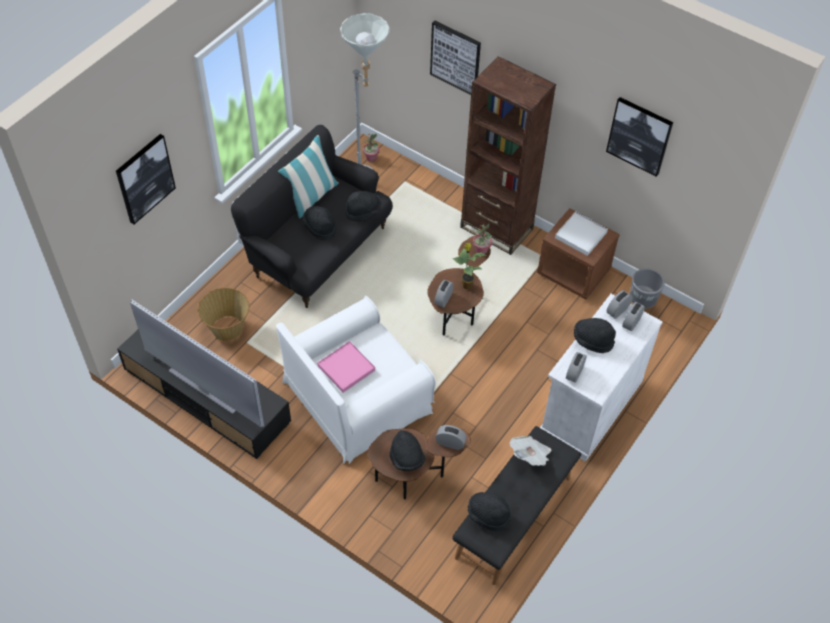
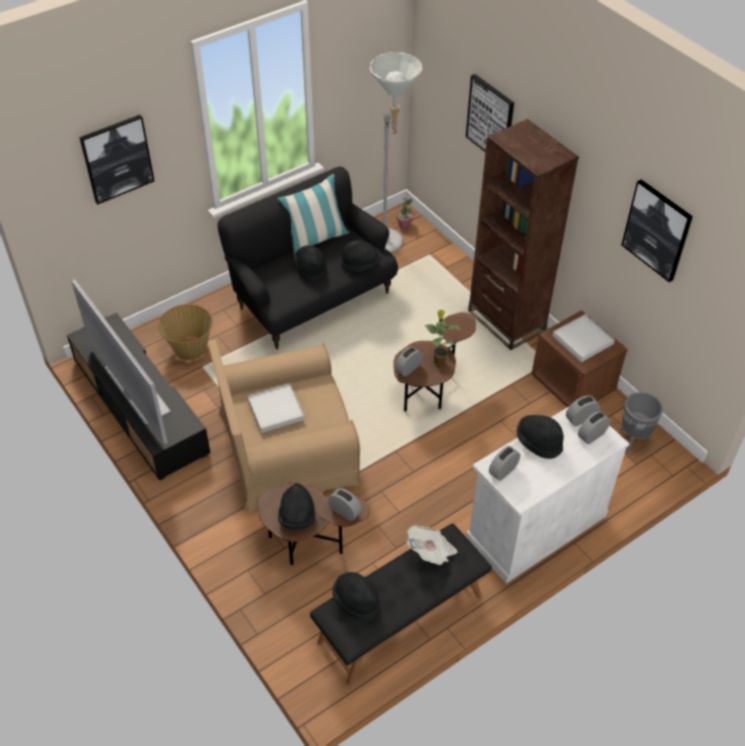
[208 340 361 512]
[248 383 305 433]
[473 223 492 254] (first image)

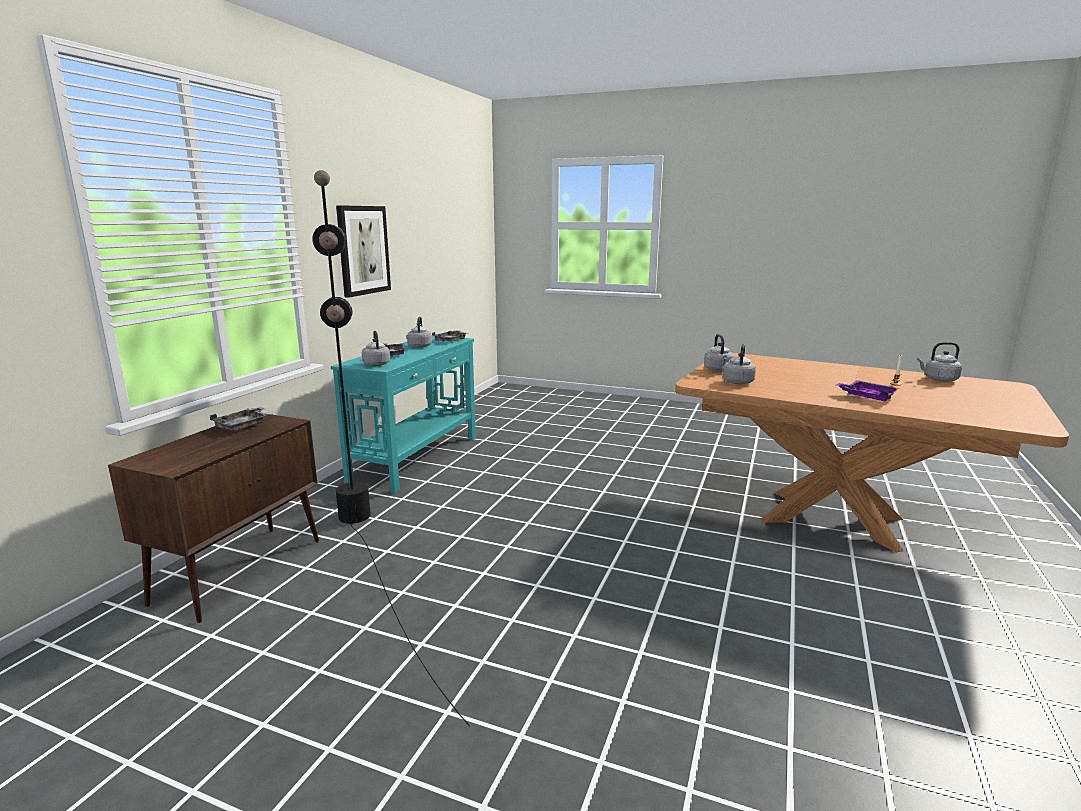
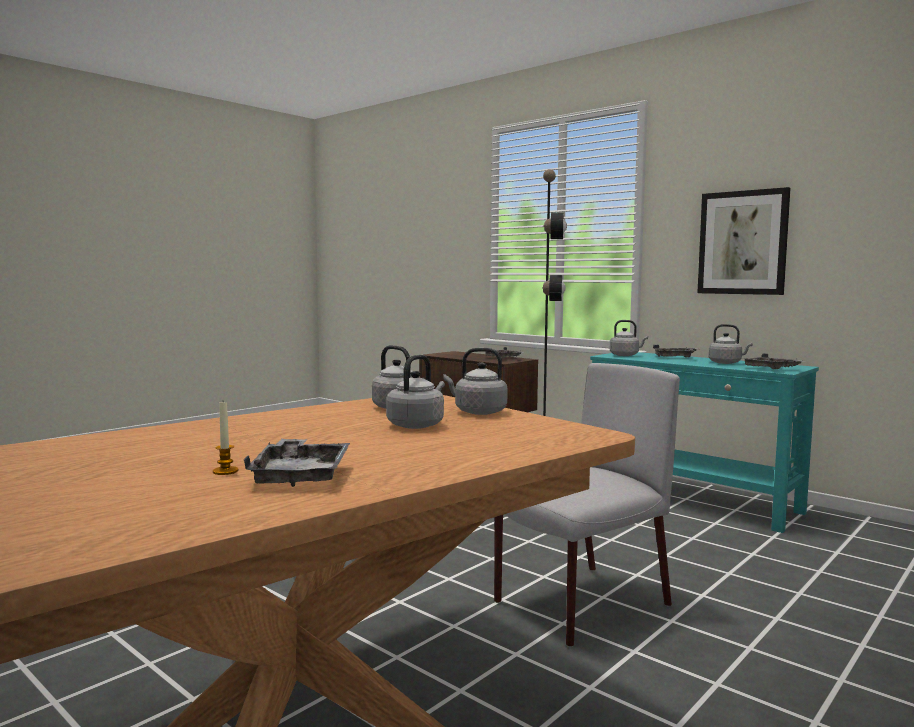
[836 380 899 401] (first image)
[386 355 445 429]
[244 439 350 487]
[494 363 680 647]

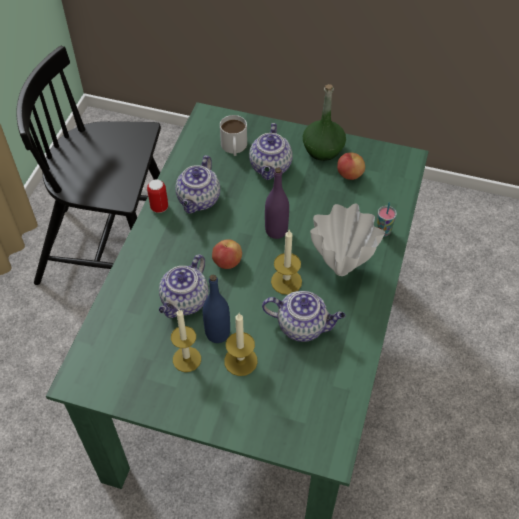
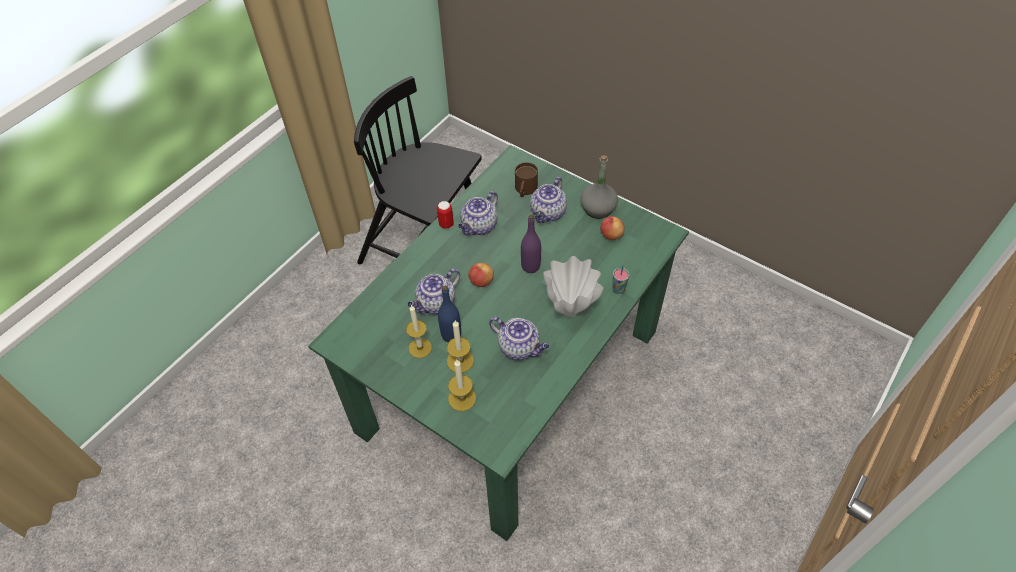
[515 162 538 197]
[448 360 476 411]
[580 155 618 219]

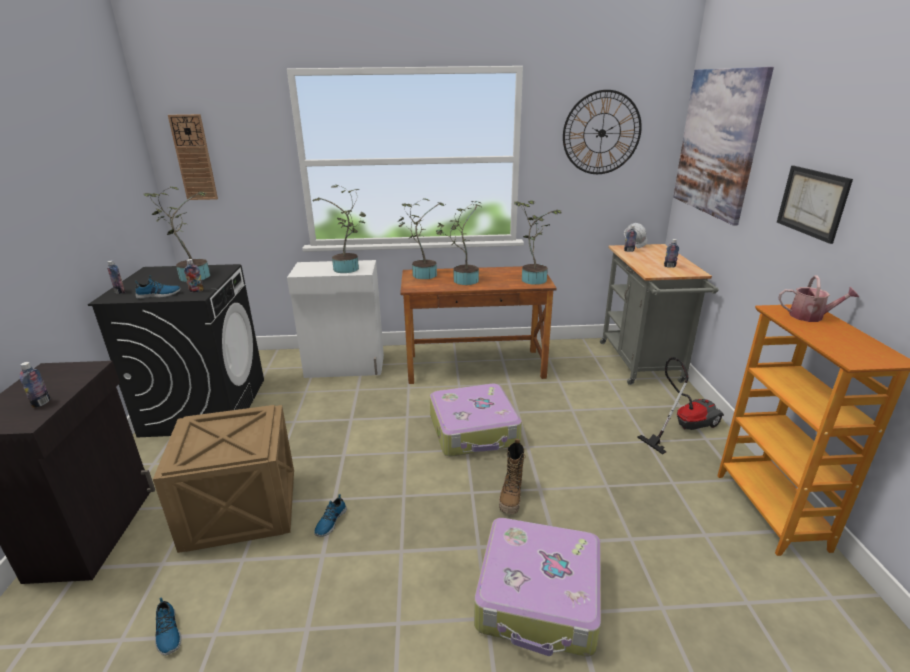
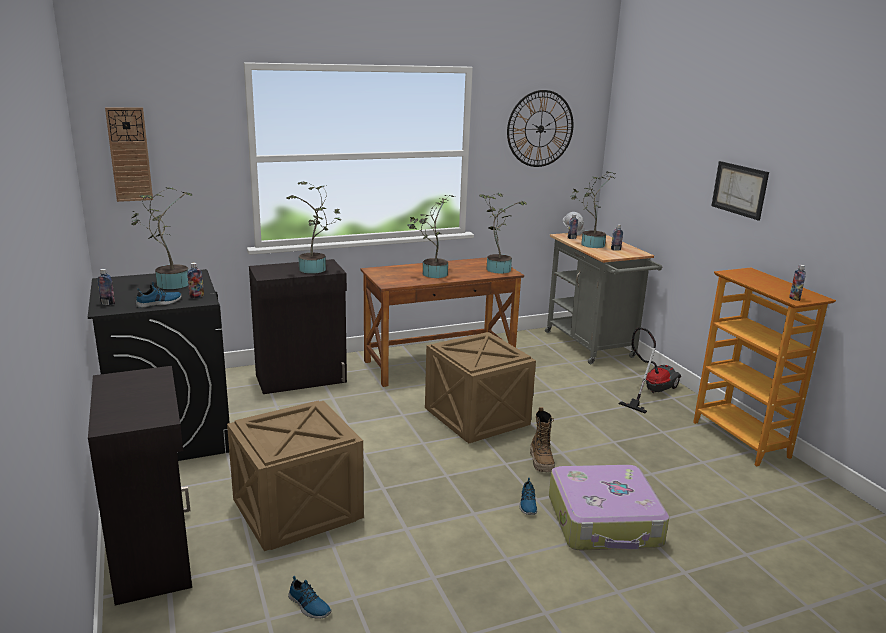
[789 264 806 301]
[249 259 347 394]
[519 478 537 515]
[571 171 615 248]
[425 332 536 443]
[673 67 774 225] (first image)
[778 275 859 322] (first image)

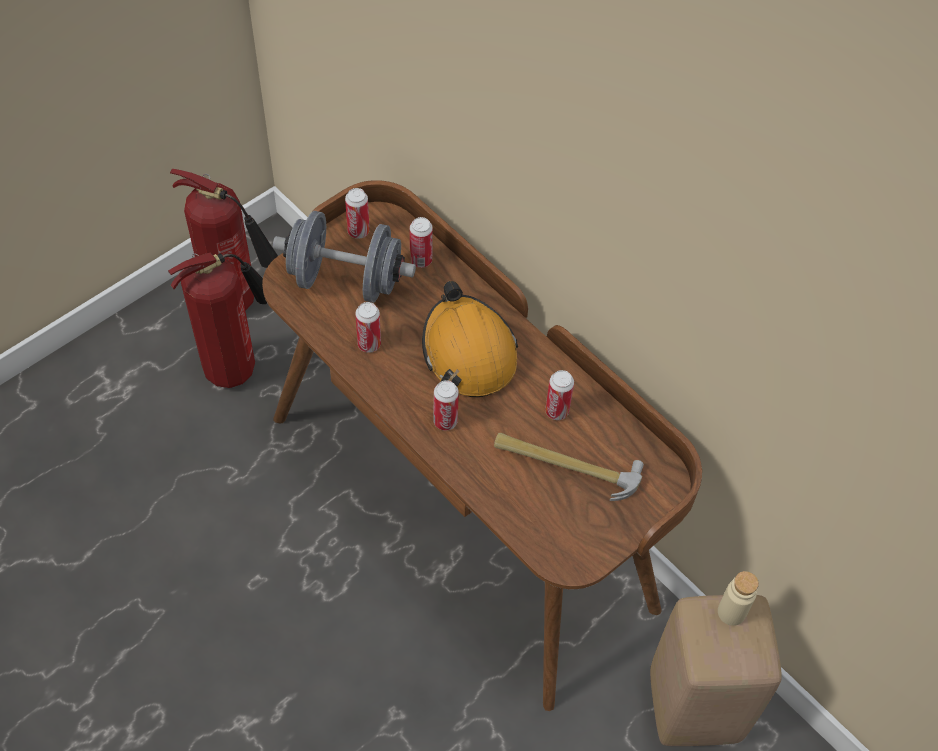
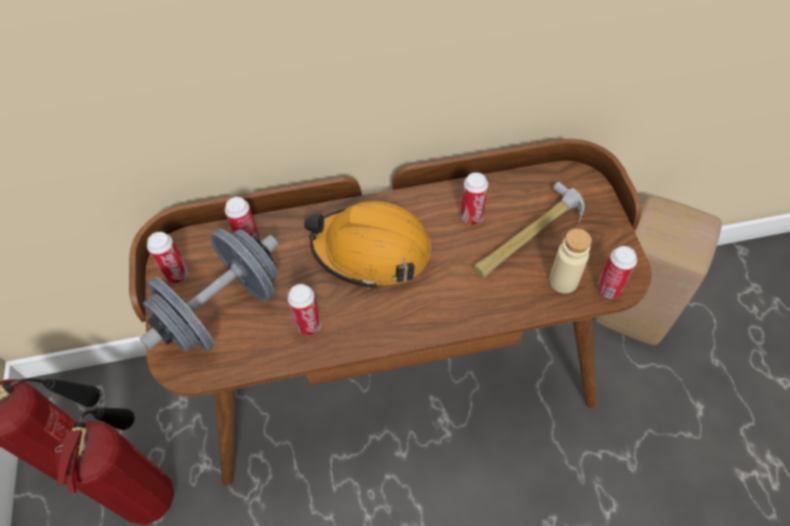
[597 246 637 299]
[549 229 592 293]

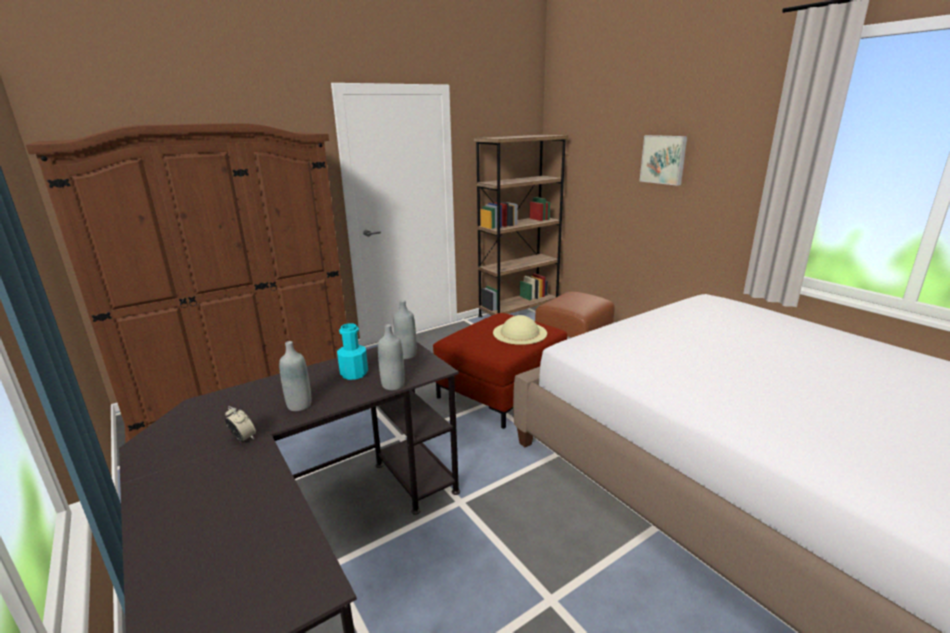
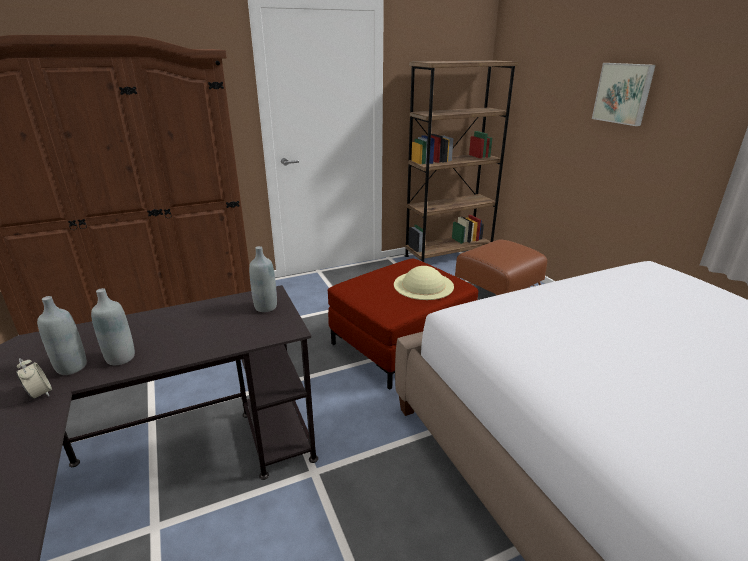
[337 323 368 380] (first image)
[37 296 87 375]

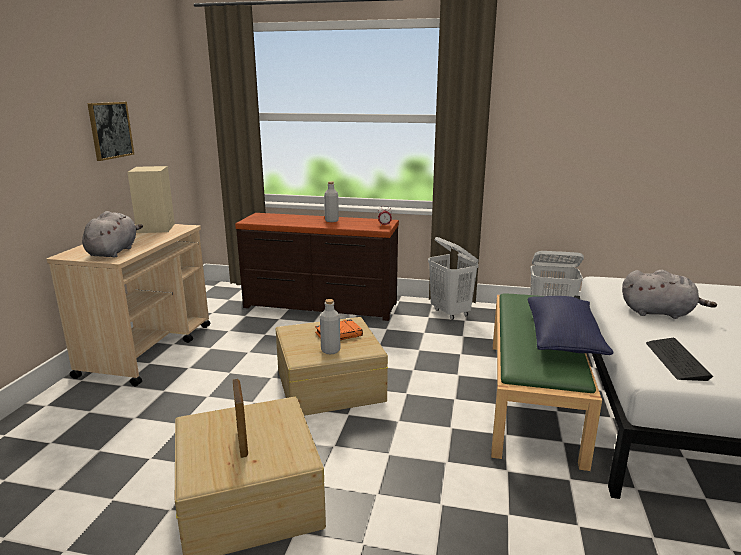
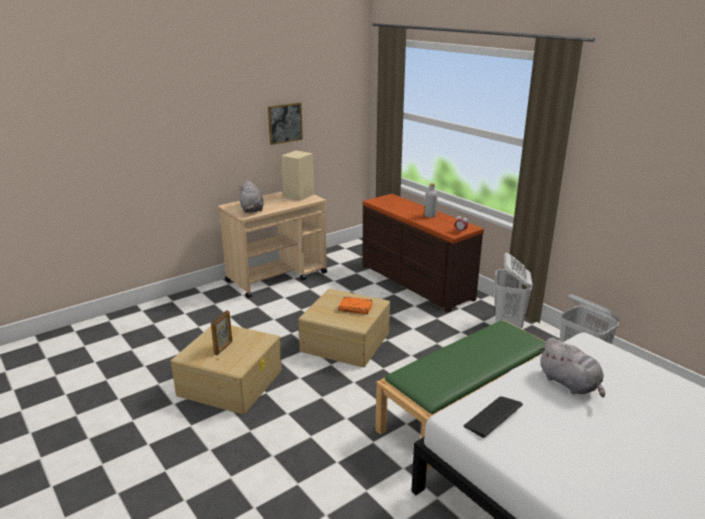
[239 180 264 213]
[320 299 340 354] (first image)
[528 296 614 355] (first image)

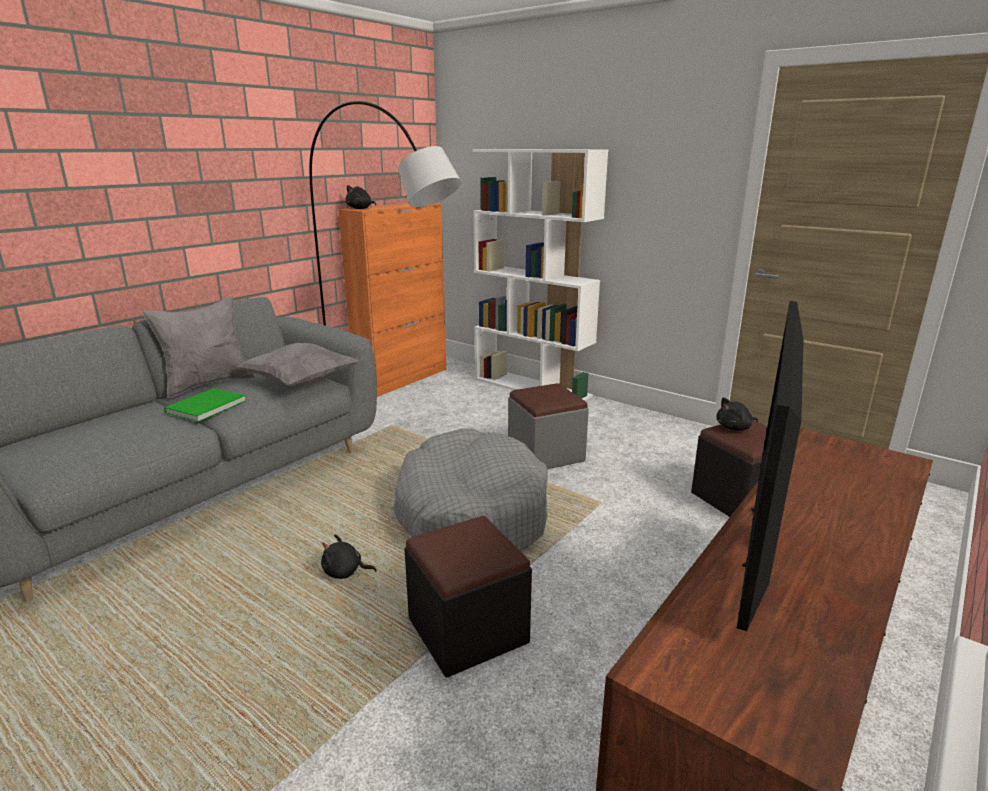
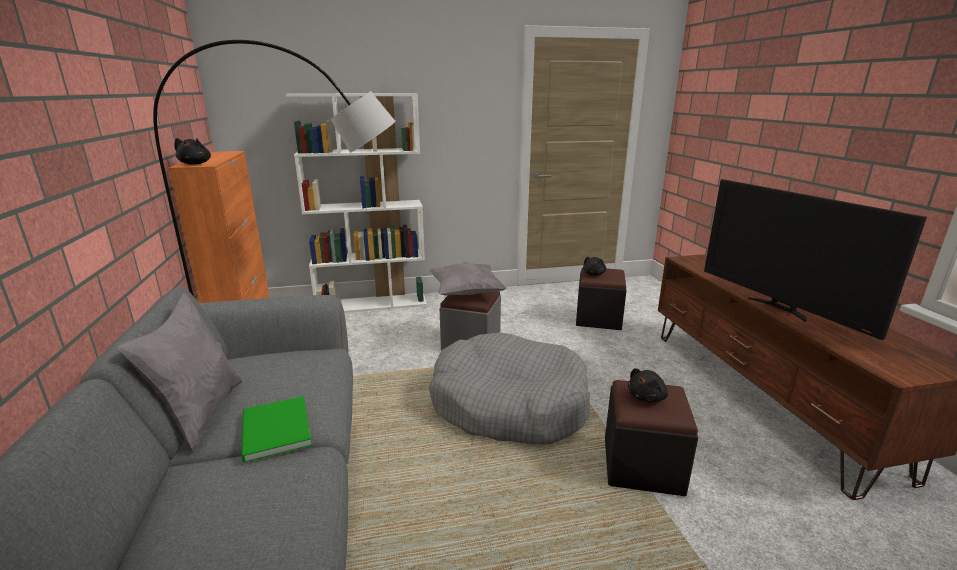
[429 262 507 295]
[628 368 668 402]

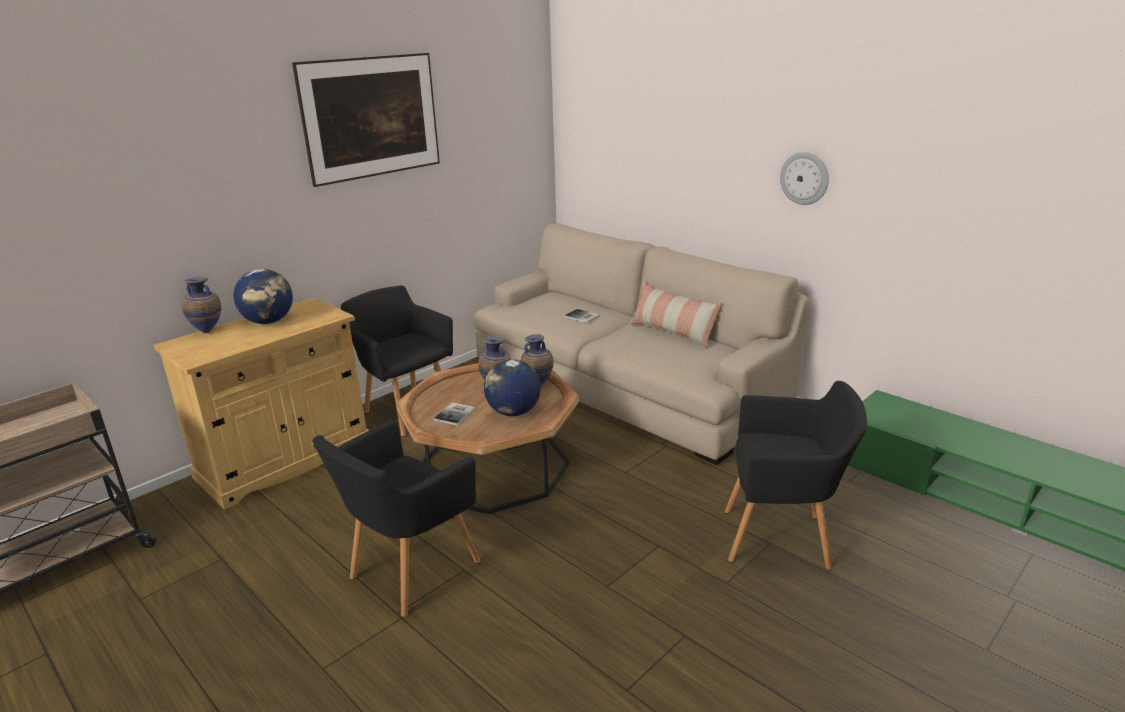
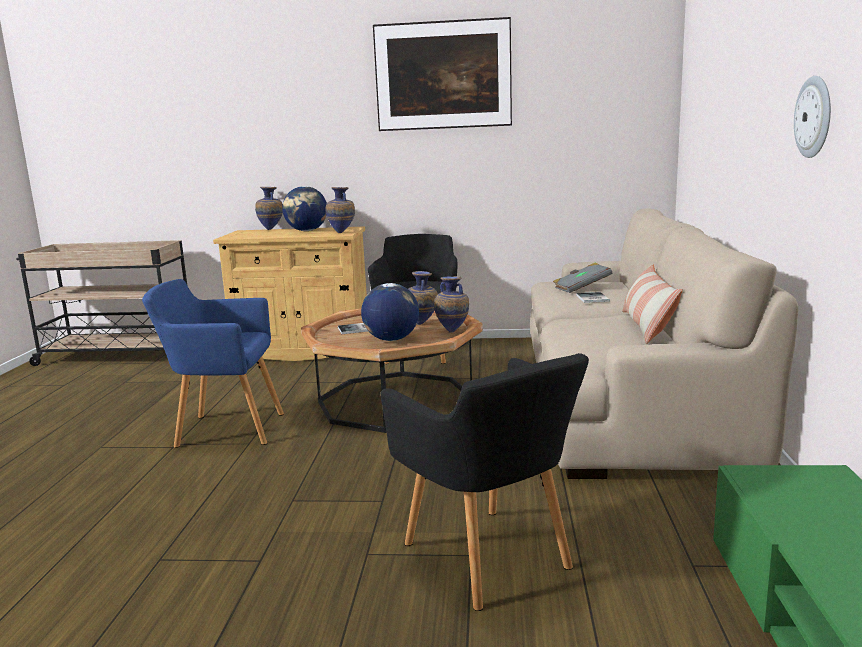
[142 279 284 448]
[326 187 355 233]
[553 263 612 293]

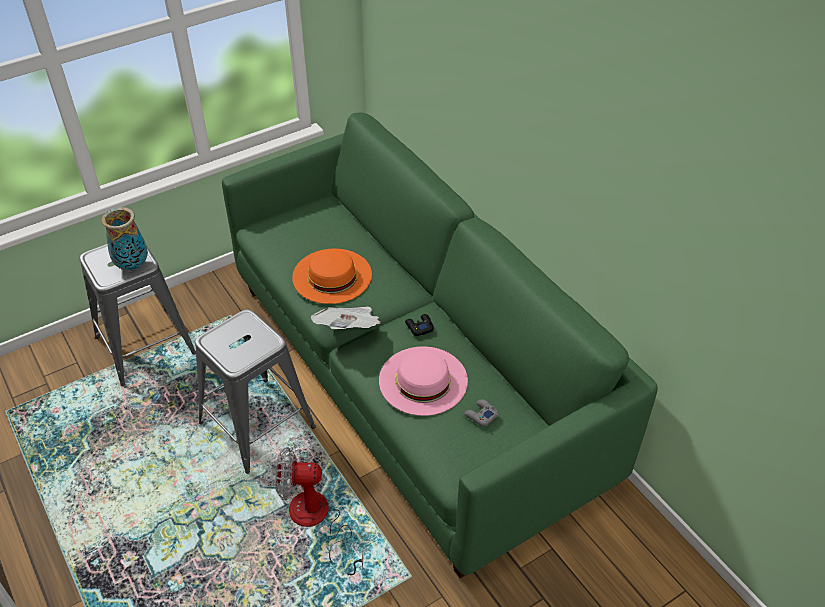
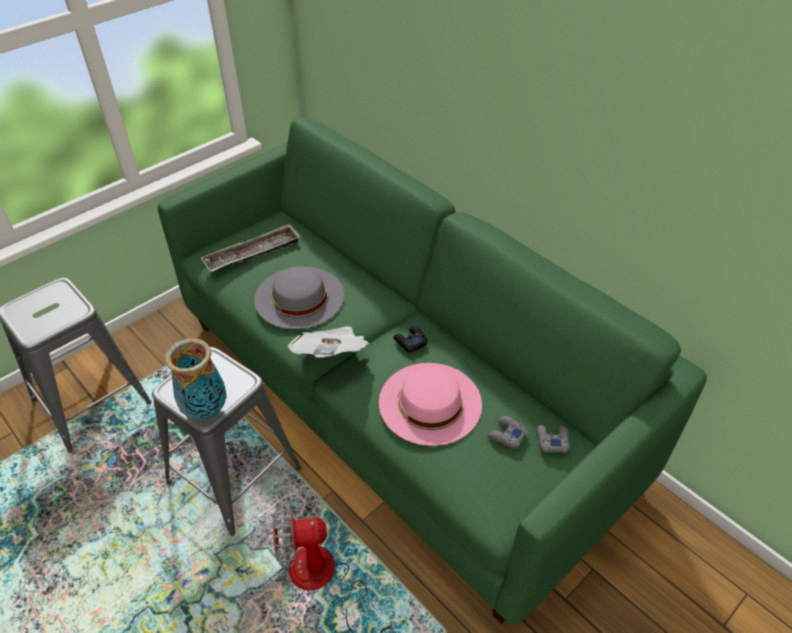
[165 338 227 420]
[254 266 344 329]
[201 224 300 272]
[536 425 569 453]

